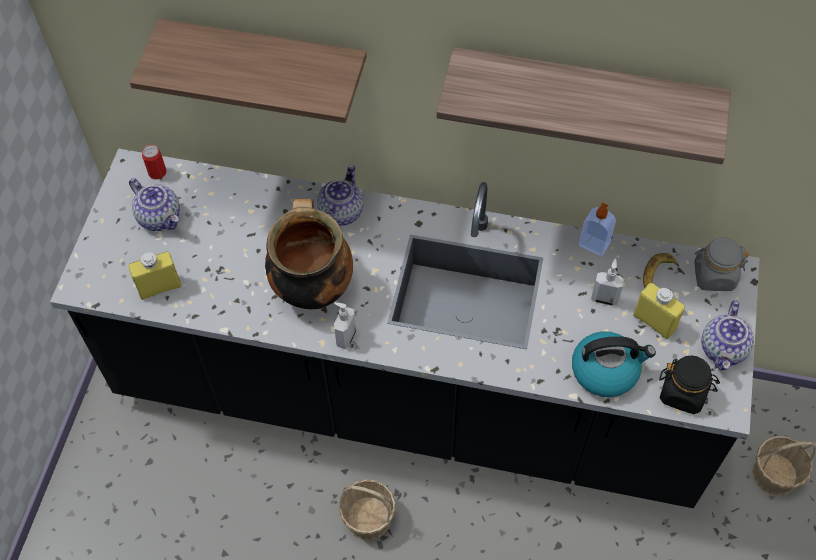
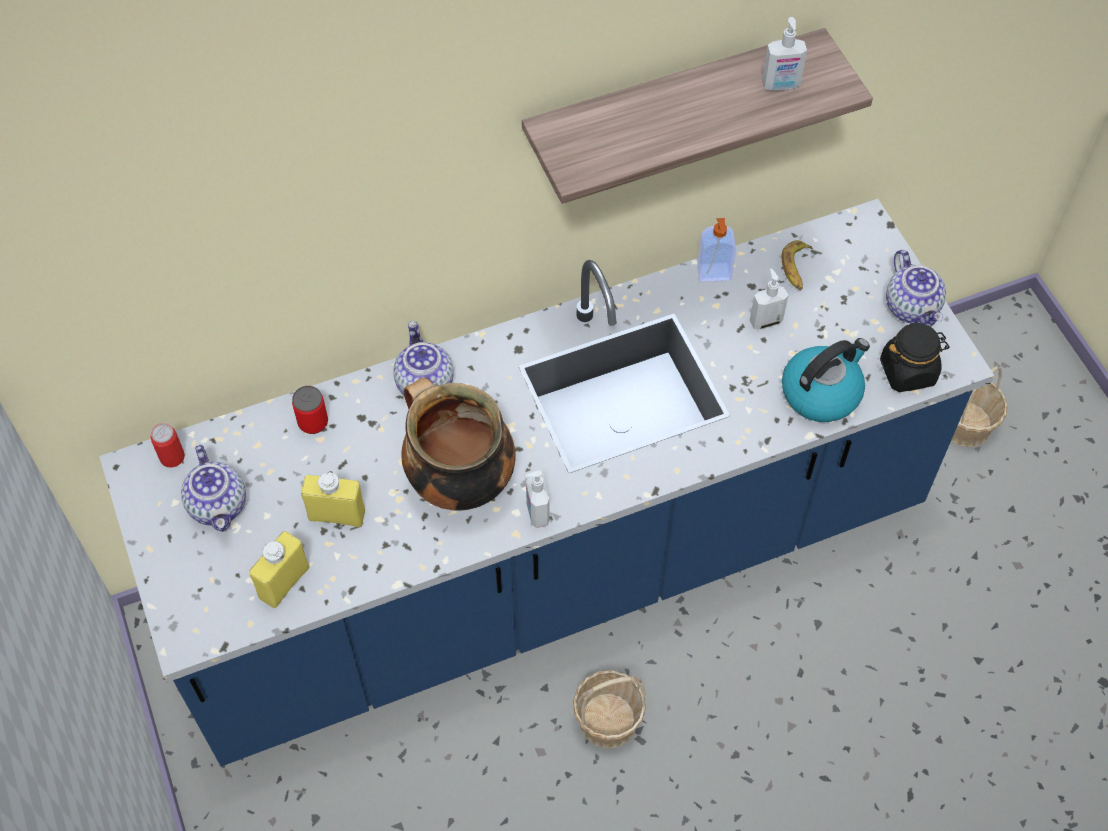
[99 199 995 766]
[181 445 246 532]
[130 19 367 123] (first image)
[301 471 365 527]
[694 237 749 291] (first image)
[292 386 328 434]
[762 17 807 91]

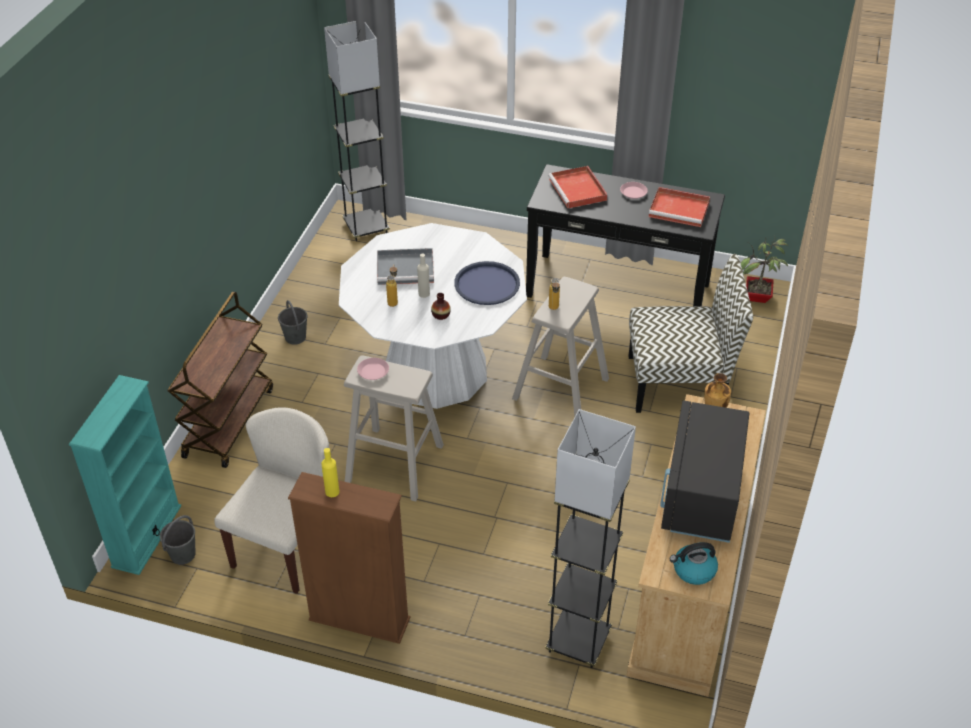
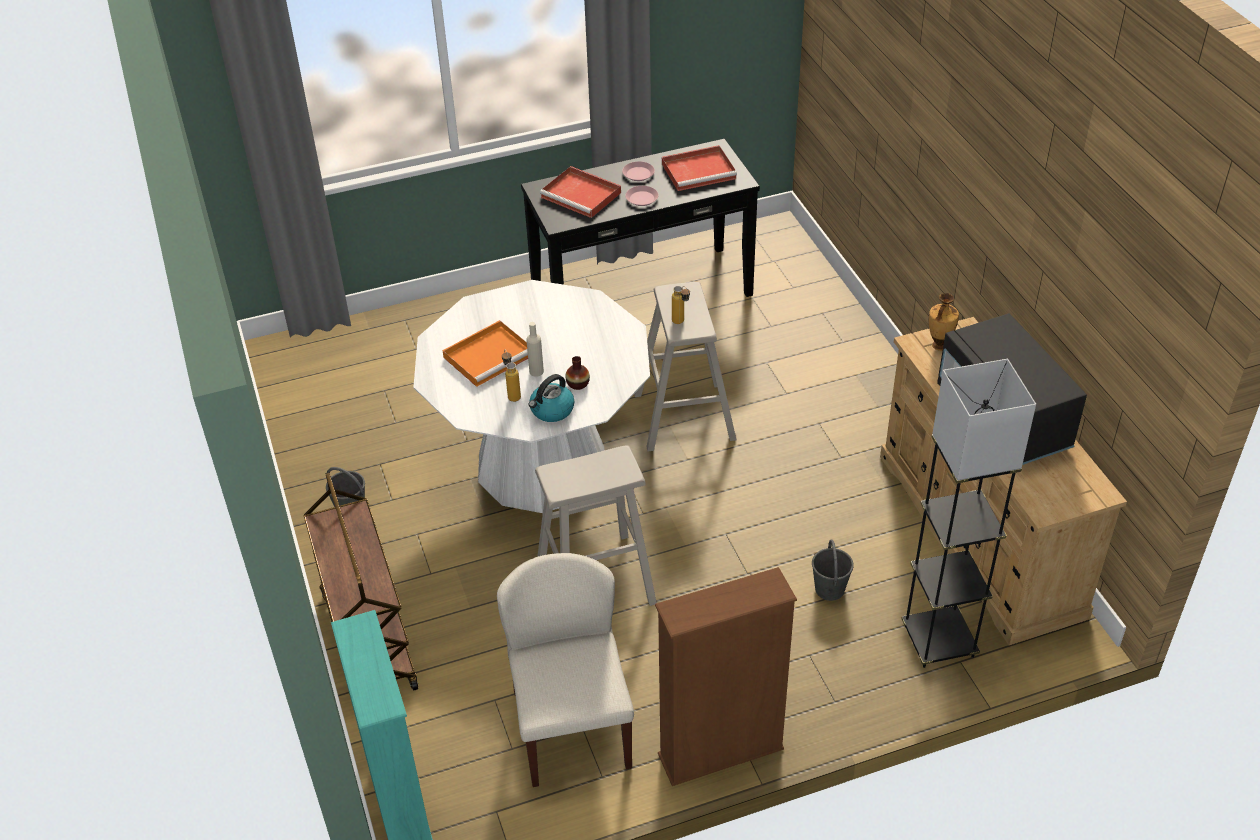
[812 539 854 601]
[321 448 340 497] (first image)
[324 21 390 241] (first image)
[625 186 659 206]
[442 320 528 387]
[454 261 520 305] (first image)
[629 254 753 413] (first image)
[528 374 575 422]
[741 238 788 303] (first image)

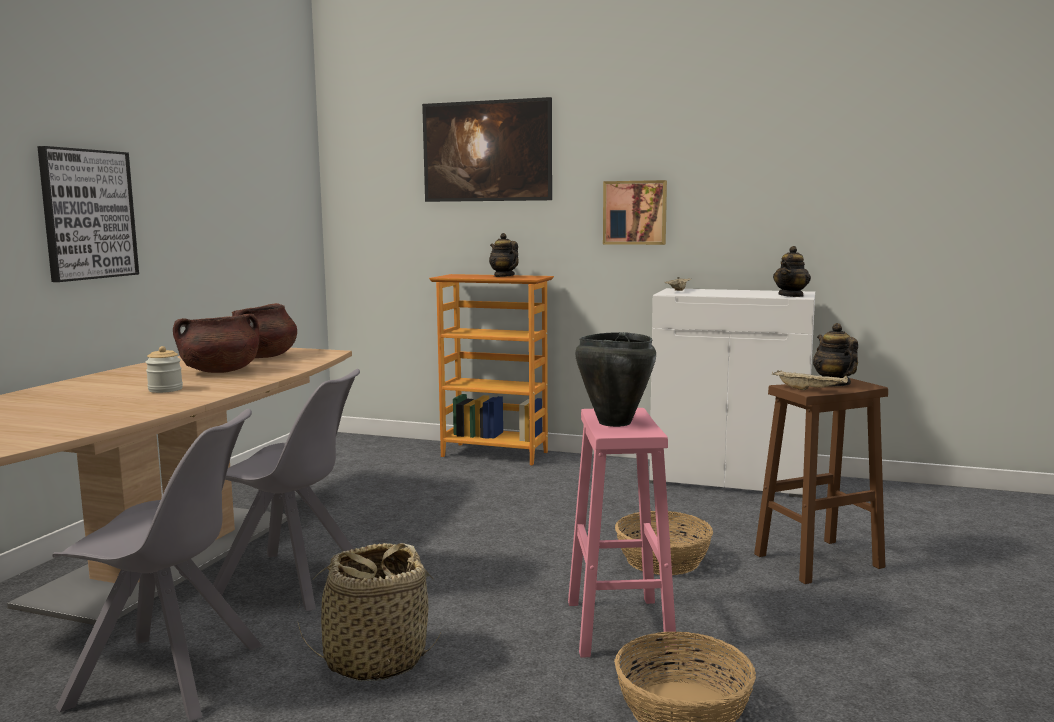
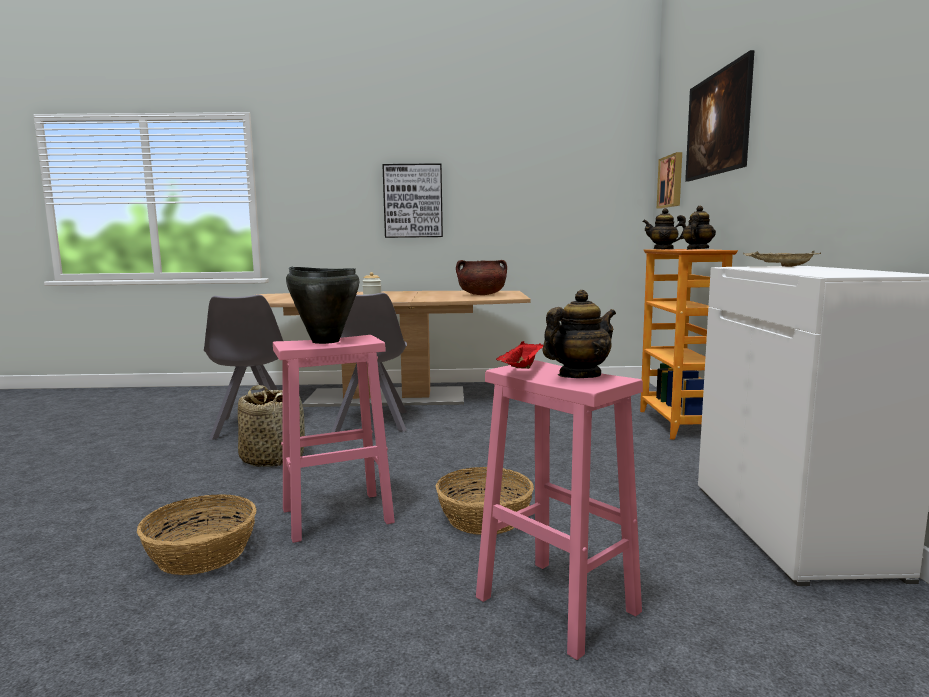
[173 314 259 373] (first image)
[657 152 682 208]
[476 360 643 660]
[496 341 543 369]
[643 208 686 249]

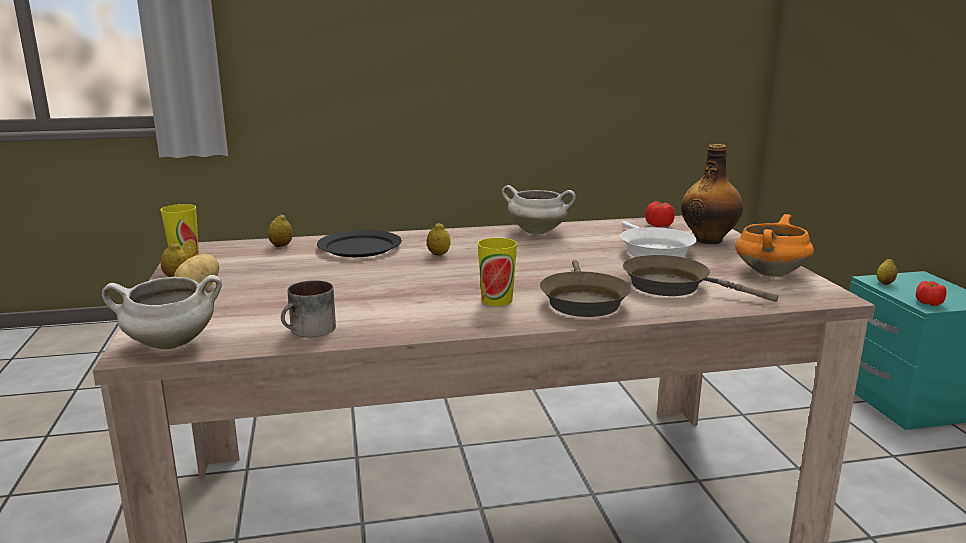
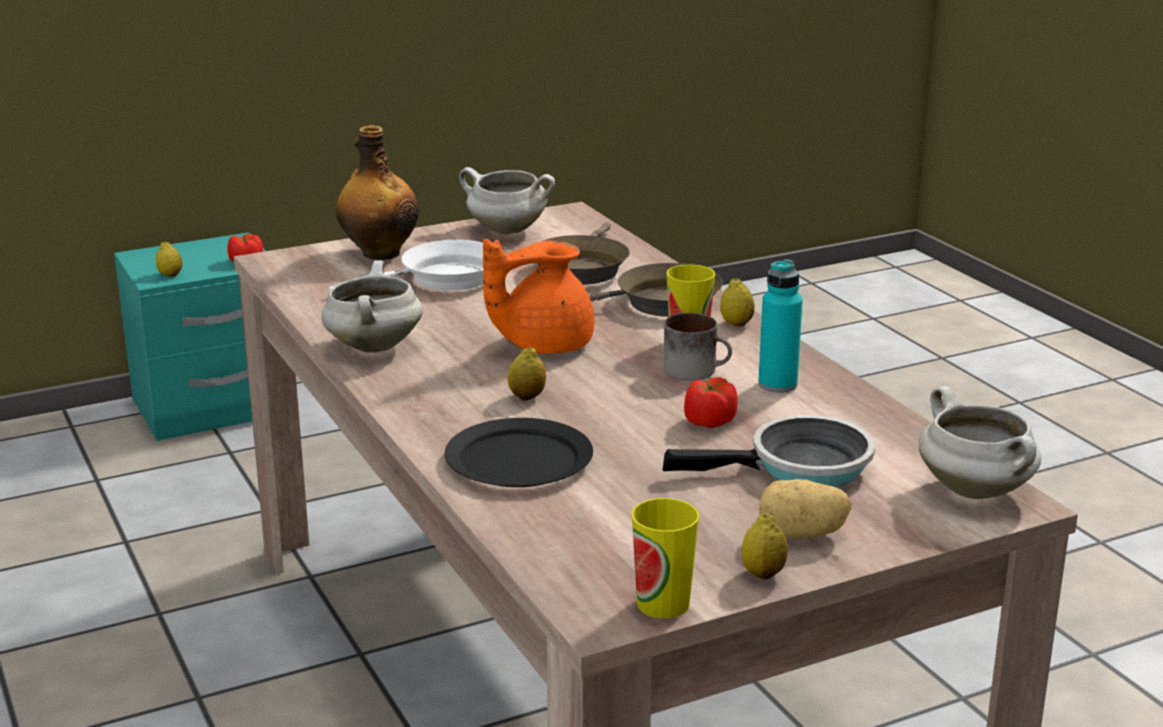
[720 279 755 326]
[663 313 732 380]
[684 378 738 428]
[459 167 555 234]
[483 239 595 354]
[662 415 875 487]
[758 259 803 393]

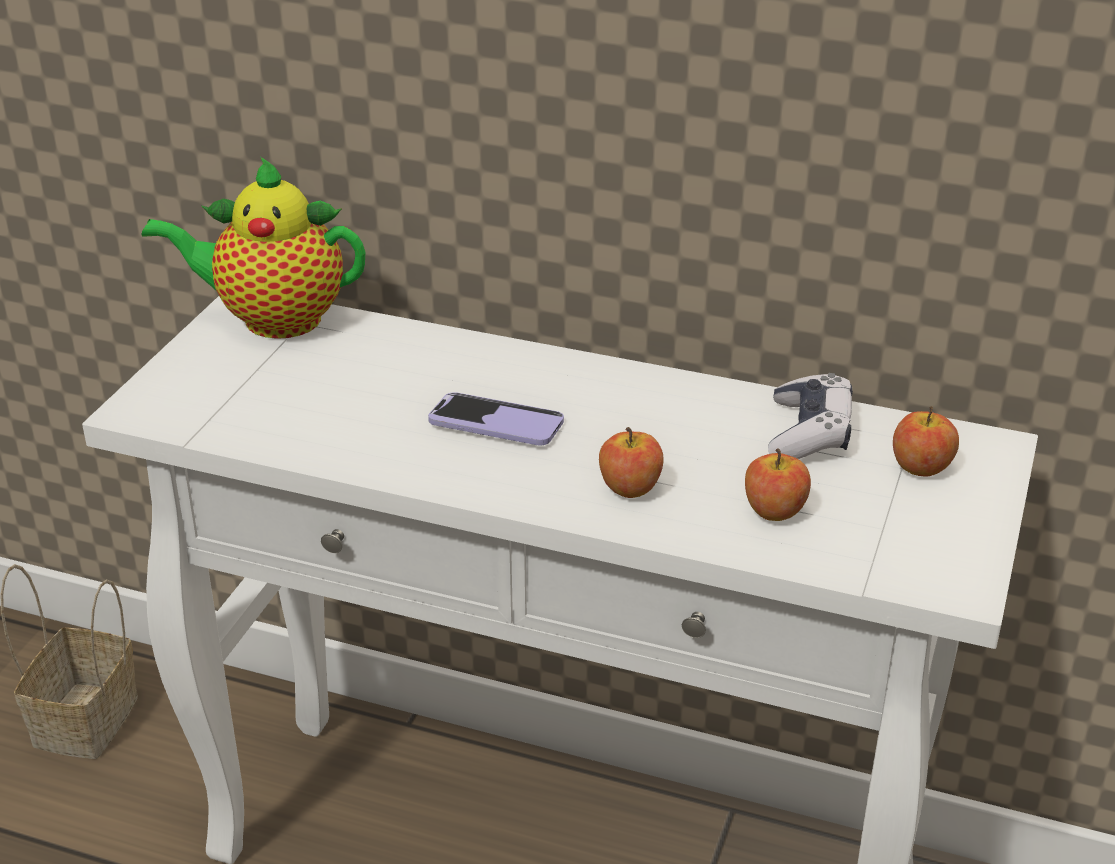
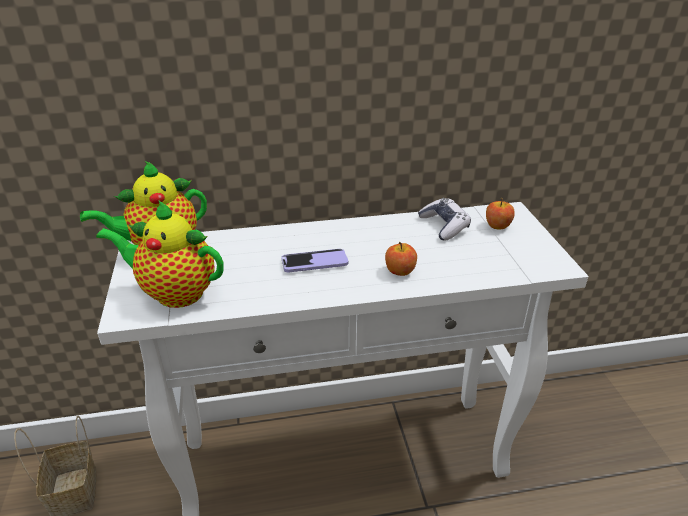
[745 448 811 521] (first image)
[96 201 224 308]

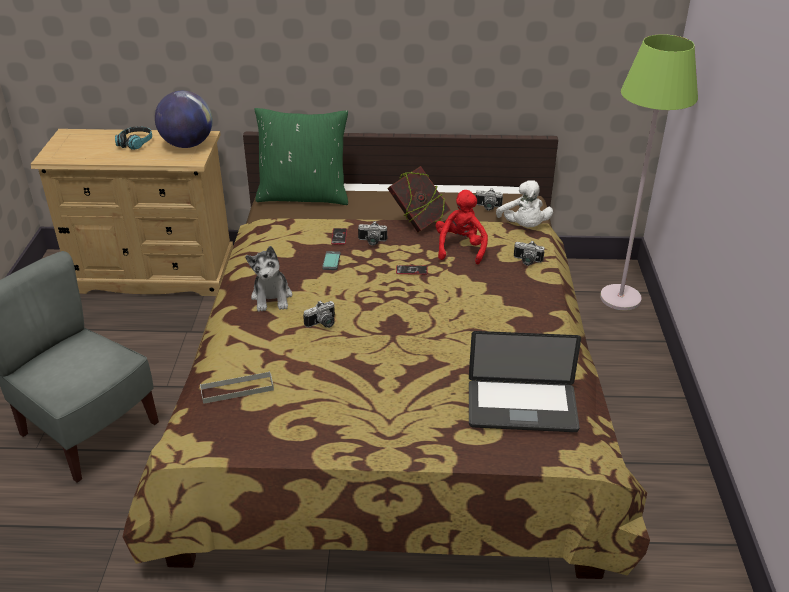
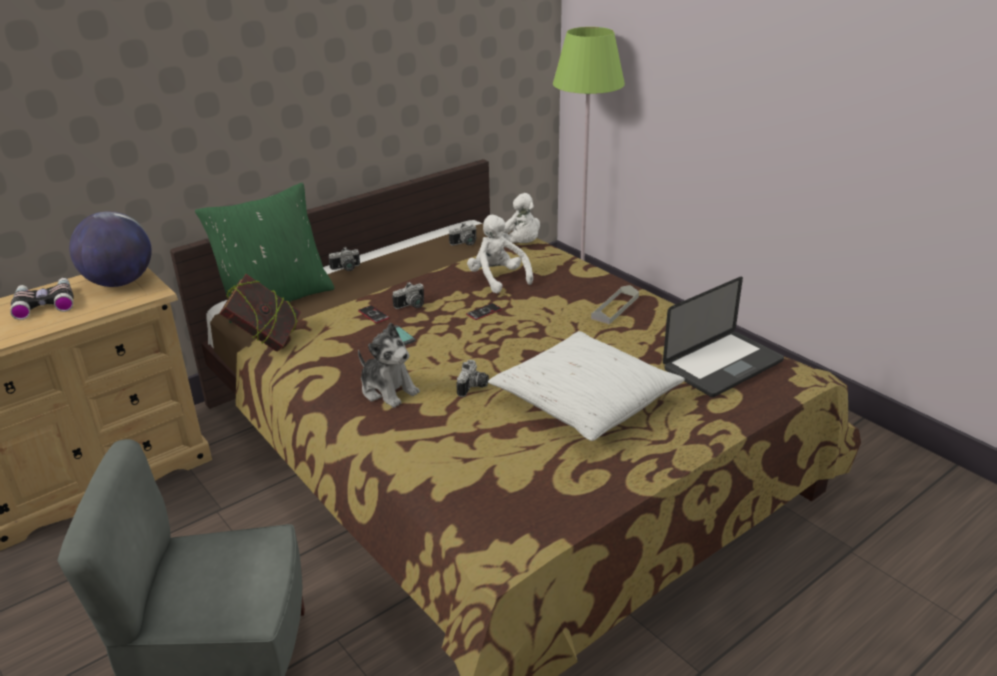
[10 278 73 320]
[591 285 639 325]
[219 274 301 352]
[467 215 533 293]
[329 247 360 271]
[488 331 685 441]

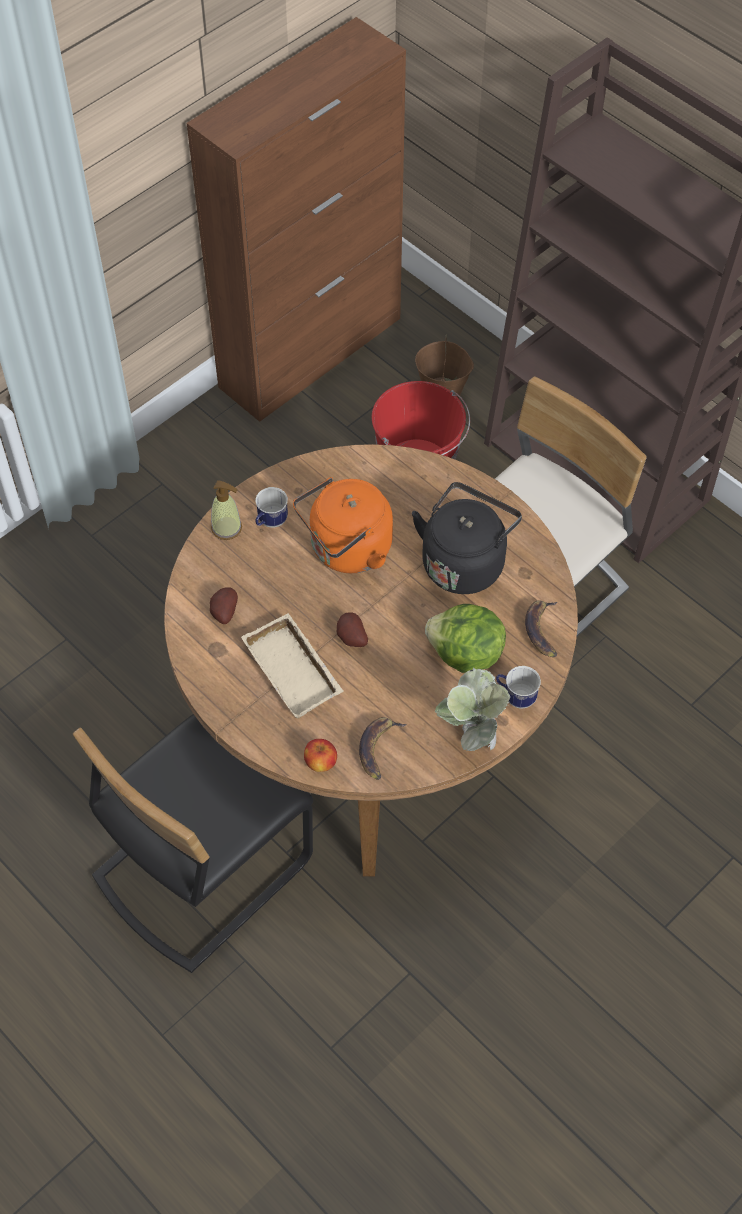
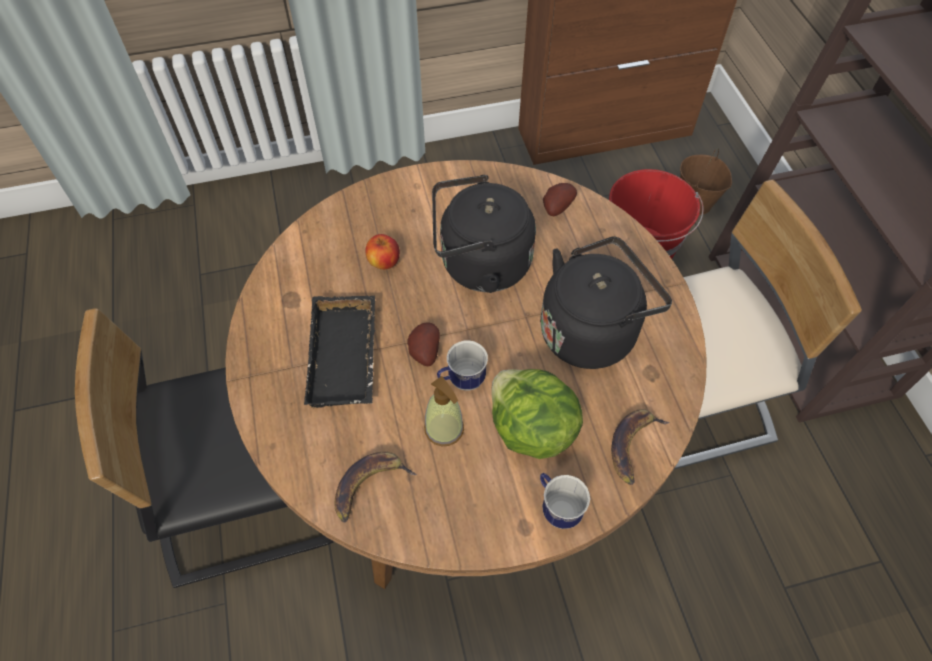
[543 183 577 216]
[424 376 464 446]
[304 295 375 408]
[437 341 488 391]
[432 175 536 293]
[365 234 400 270]
[435 668 510 751] (first image)

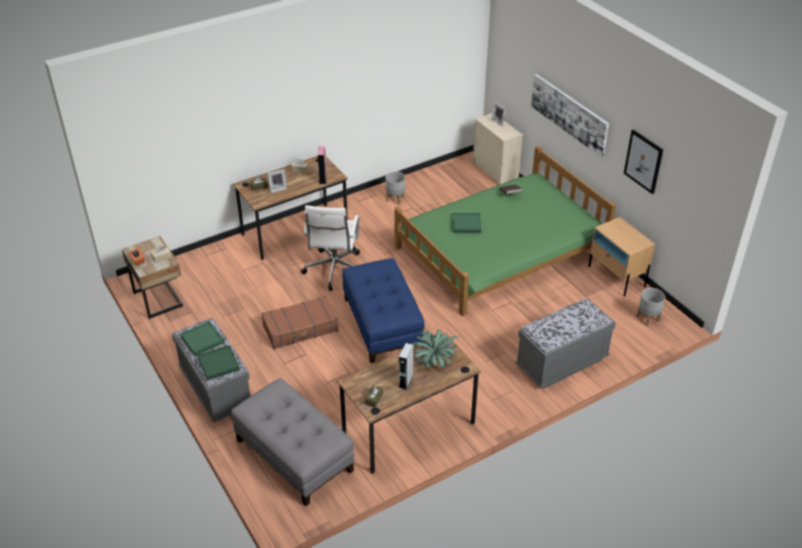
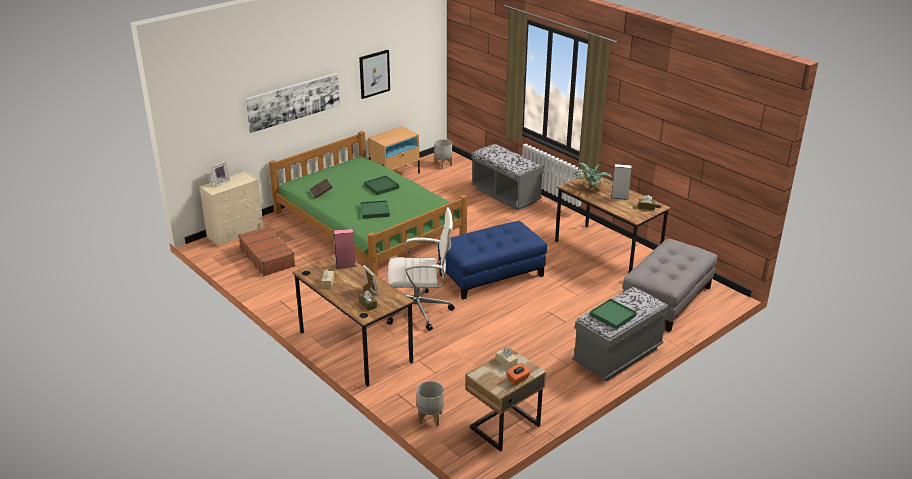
[364 176 399 195]
[238 226 295 276]
[417 381 444 426]

